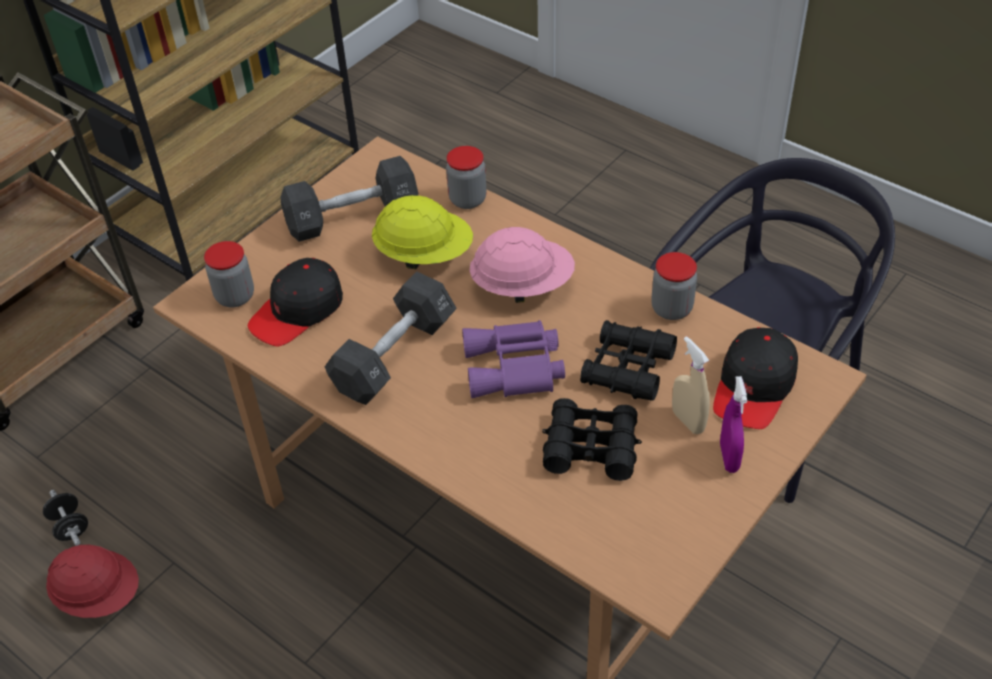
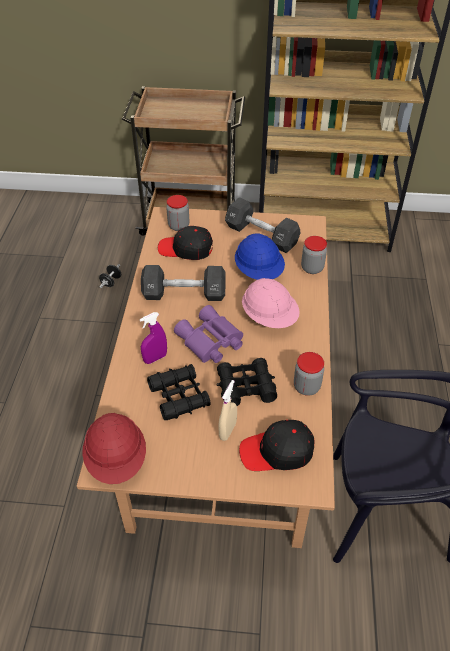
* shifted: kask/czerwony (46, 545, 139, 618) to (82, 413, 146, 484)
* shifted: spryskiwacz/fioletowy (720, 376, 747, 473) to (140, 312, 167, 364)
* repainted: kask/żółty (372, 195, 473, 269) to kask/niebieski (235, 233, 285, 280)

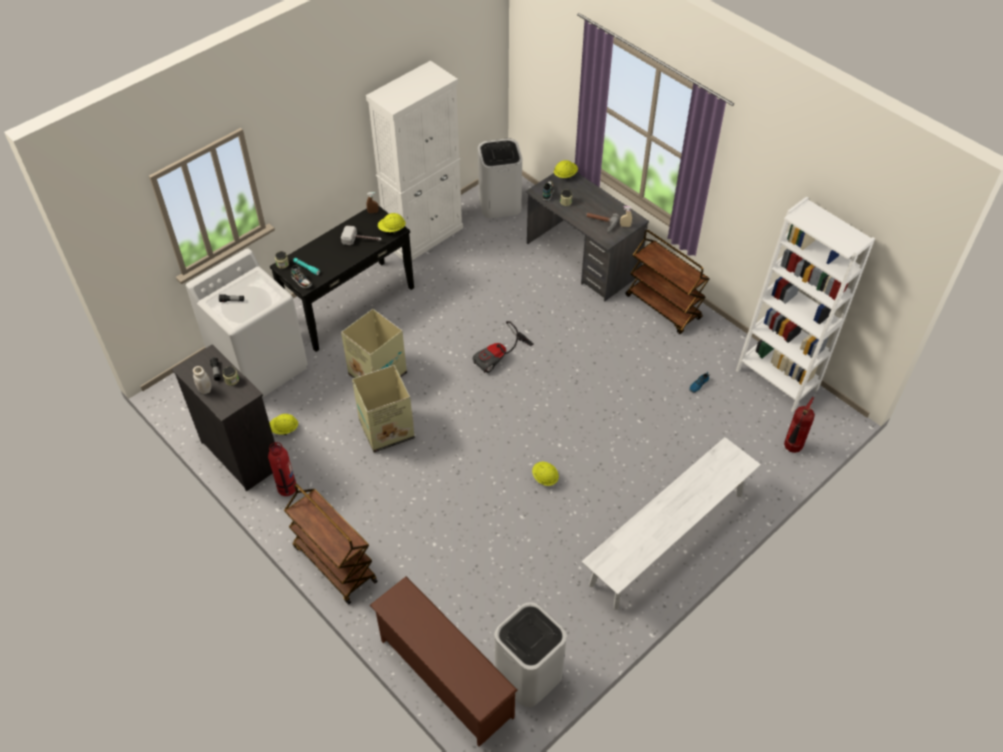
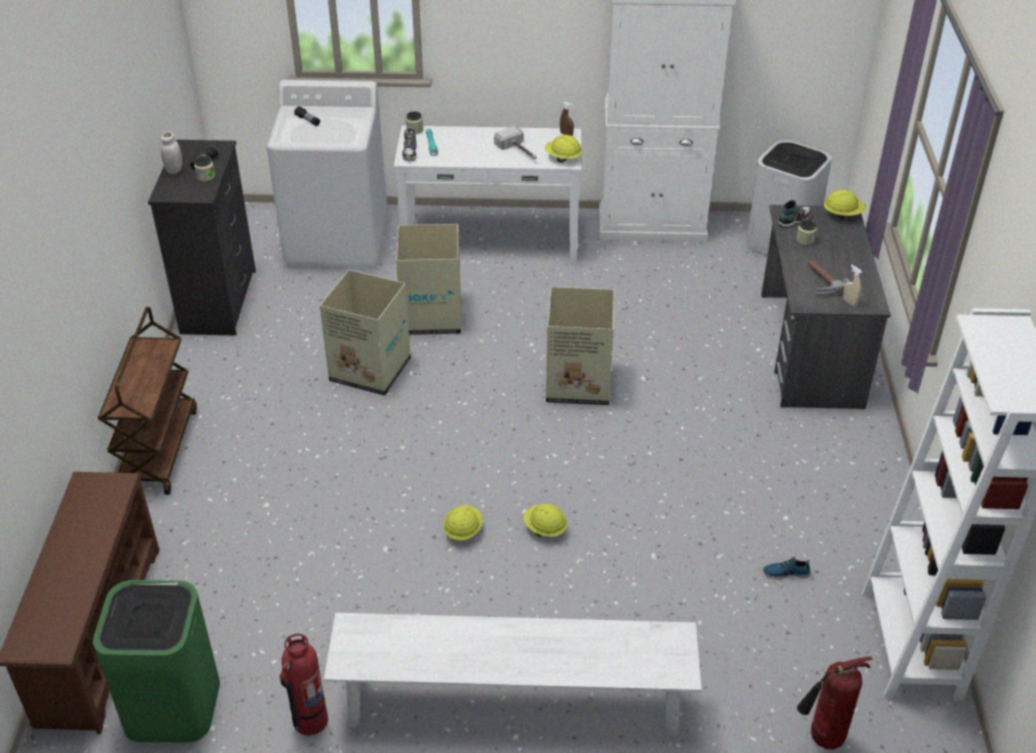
* gone: wózek/brązowy (626, 230, 709, 334)
* shifted: gaśnica (268, 442, 296, 496) to (280, 634, 328, 735)
* shifted: kask/żółty (270, 414, 298, 435) to (523, 504, 567, 537)
* swapped: odkurzacz (472, 321, 534, 373) to karton (546, 287, 615, 405)
* repainted: stolik konsolowy/czarny (270, 205, 414, 352) to stolik konsolowy/biały (394, 126, 581, 265)
* repainted: kosz na śmieci/biały (495, 602, 567, 707) to kosz na śmieci/zielony (93, 580, 220, 743)

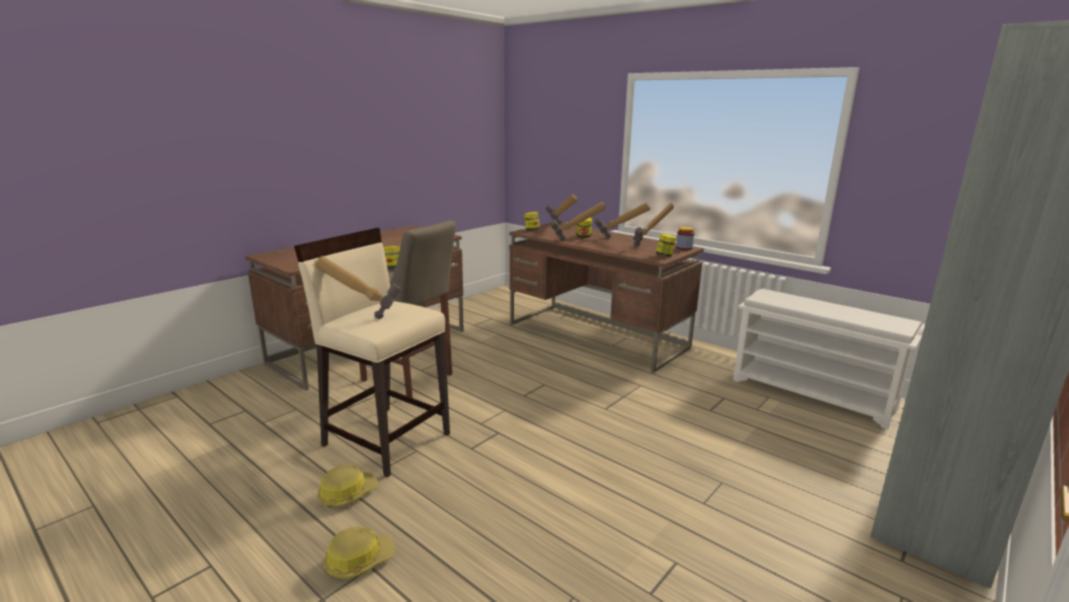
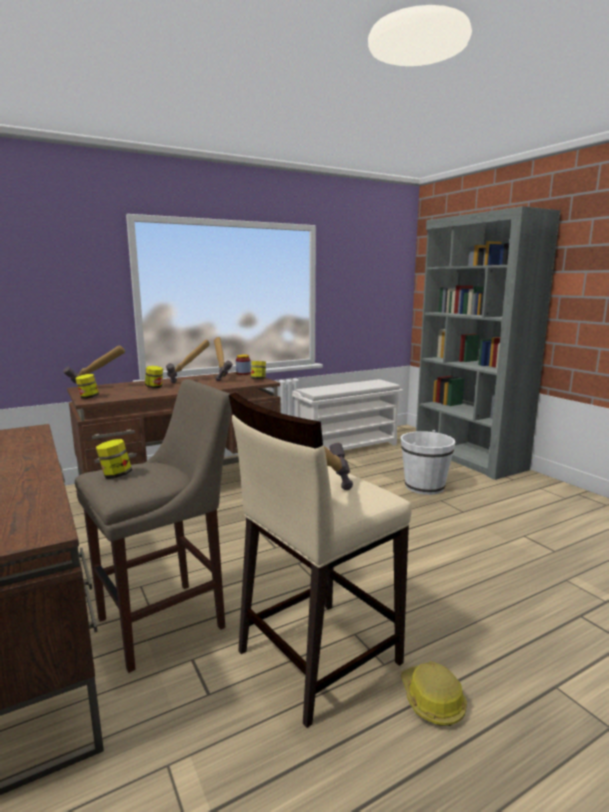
* gone: kask (324, 527, 395, 579)
* gone: młotek (550, 202, 606, 240)
* new: wiadro/biały (401, 430, 455, 495)

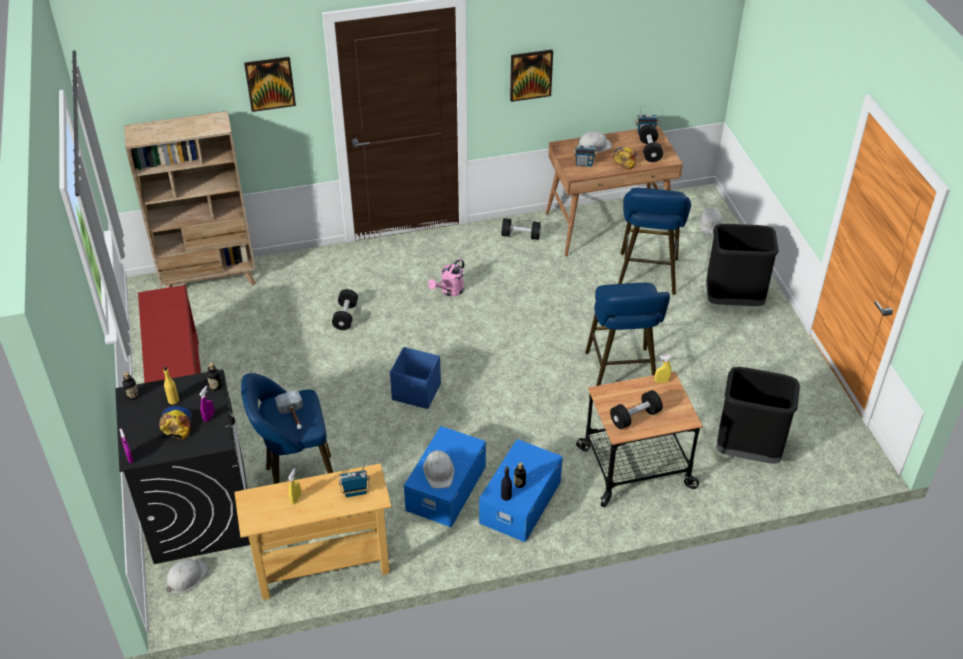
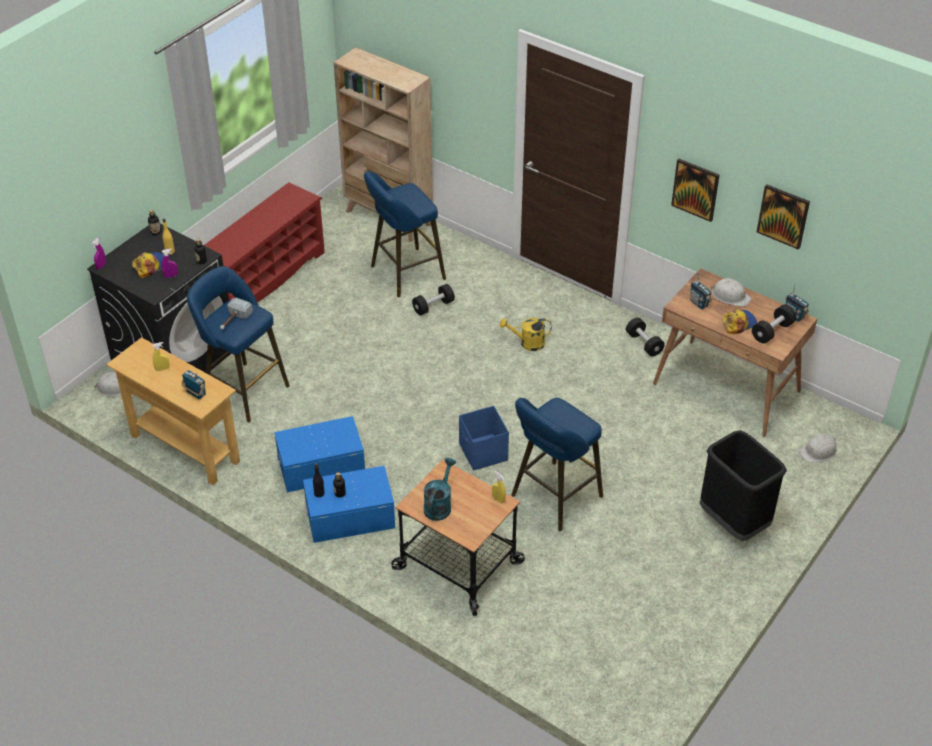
* gone: kask/biały (423, 450, 454, 489)
* gone: kosz na śmieci/czarny (716, 367, 800, 464)
* shifted: obraz (244, 57, 296, 112) to (757, 184, 810, 250)
* shifted: pojemnik do przechowywania/niebieski (390, 347, 441, 409) to (459, 406, 509, 470)
* shifted: stołek/niebieski (618, 188, 691, 295) to (364, 171, 446, 298)
* swapped: hantel/czarny (610, 390, 663, 429) to konewka/turkusowy (424, 458, 456, 521)
* repainted: konewka/różowy (428, 259, 465, 297) to konewka/żółty (500, 318, 552, 351)

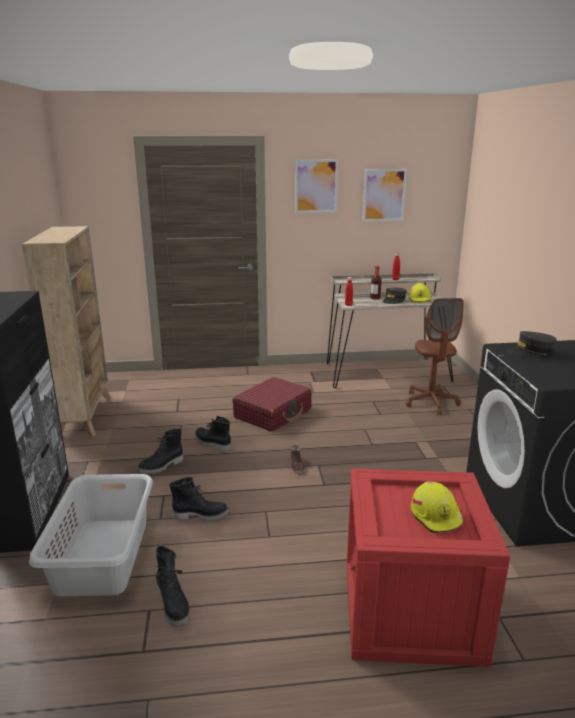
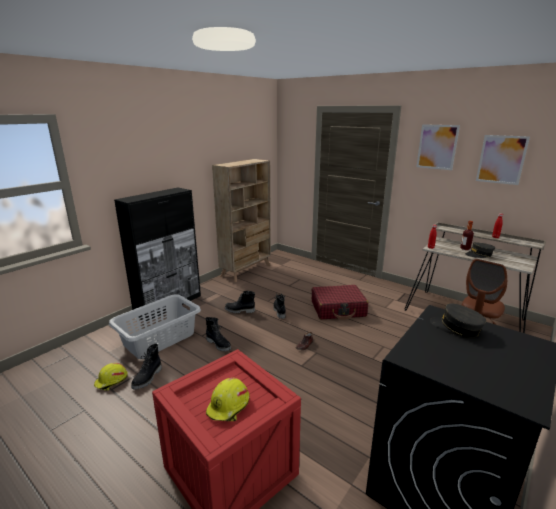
* shifted: kask/żółty (409, 283, 432, 303) to (94, 363, 128, 391)

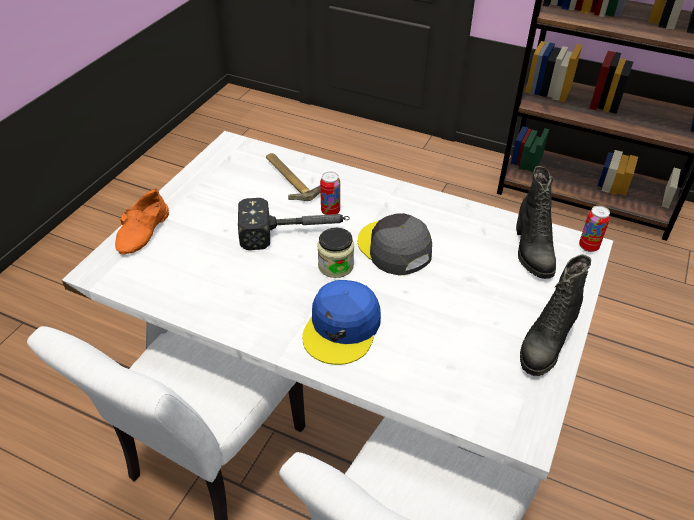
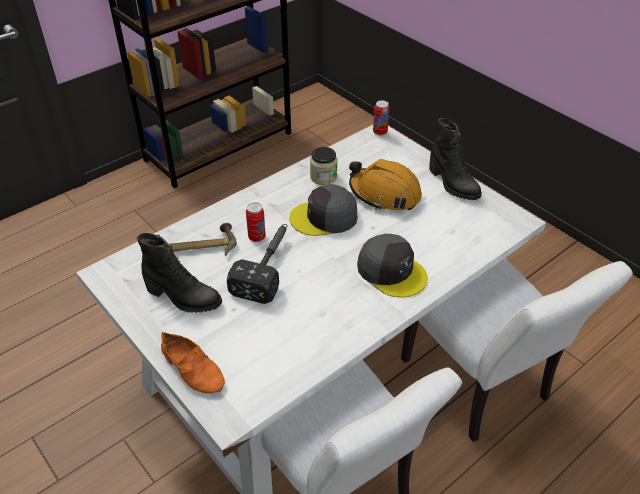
* new: kask/pomarańczowy (349, 159, 422, 210)
* shifted: słoik (317, 228, 354, 278) to (310, 147, 337, 185)
* shifted: but z cholewką/czarny (516, 166, 556, 279) to (137, 233, 222, 313)
* repainted: czapka z daszkiem/niebieski (302, 280, 381, 365) to czapka z daszkiem/szary (357, 234, 428, 298)

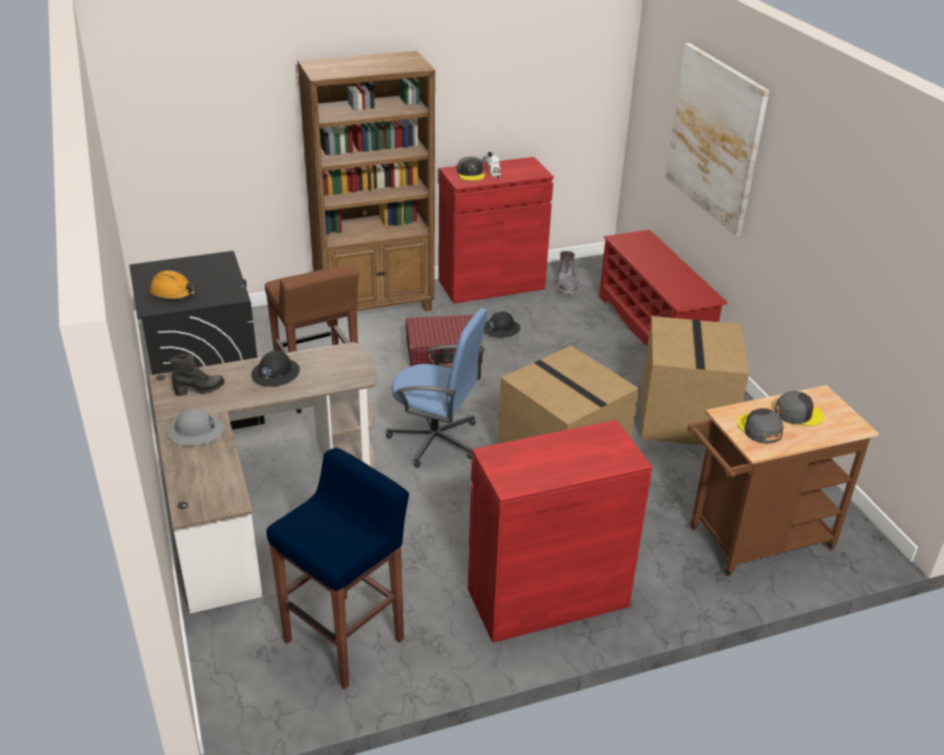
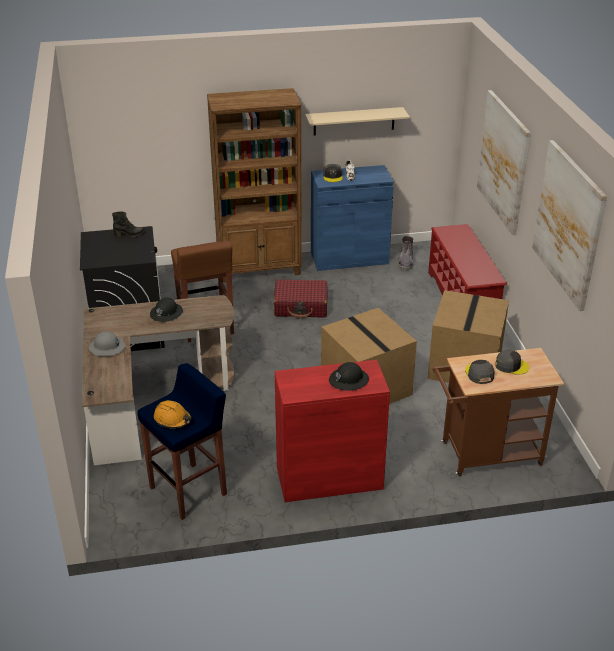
* gone: krzesło biurowe/niebieski (386, 308, 487, 468)
* new: półka/beżowy (305, 107, 410, 136)
* new: obraz (532, 140, 607, 311)
* shifted: kask/pomarańczowy (150, 270, 197, 300) to (154, 400, 192, 429)
* shifted: but z cholewką/czarny (170, 354, 225, 396) to (112, 211, 145, 237)
* shifted: kask/czarny (483, 311, 520, 338) to (329, 362, 369, 391)
* repainted: szafka/czerwony (438, 157, 554, 304) to szafka/niebieski (311, 165, 394, 271)

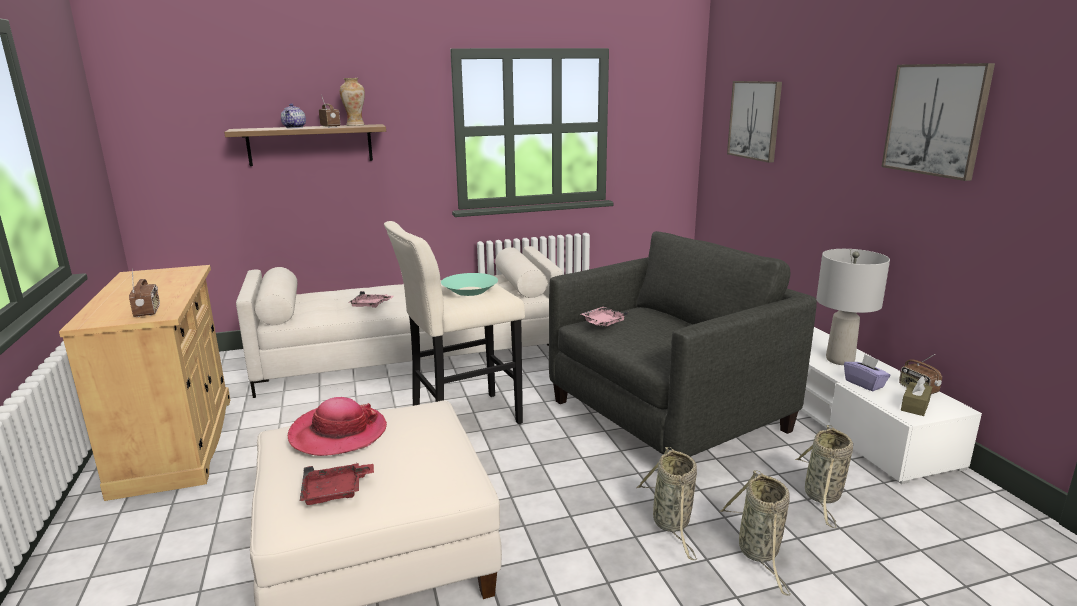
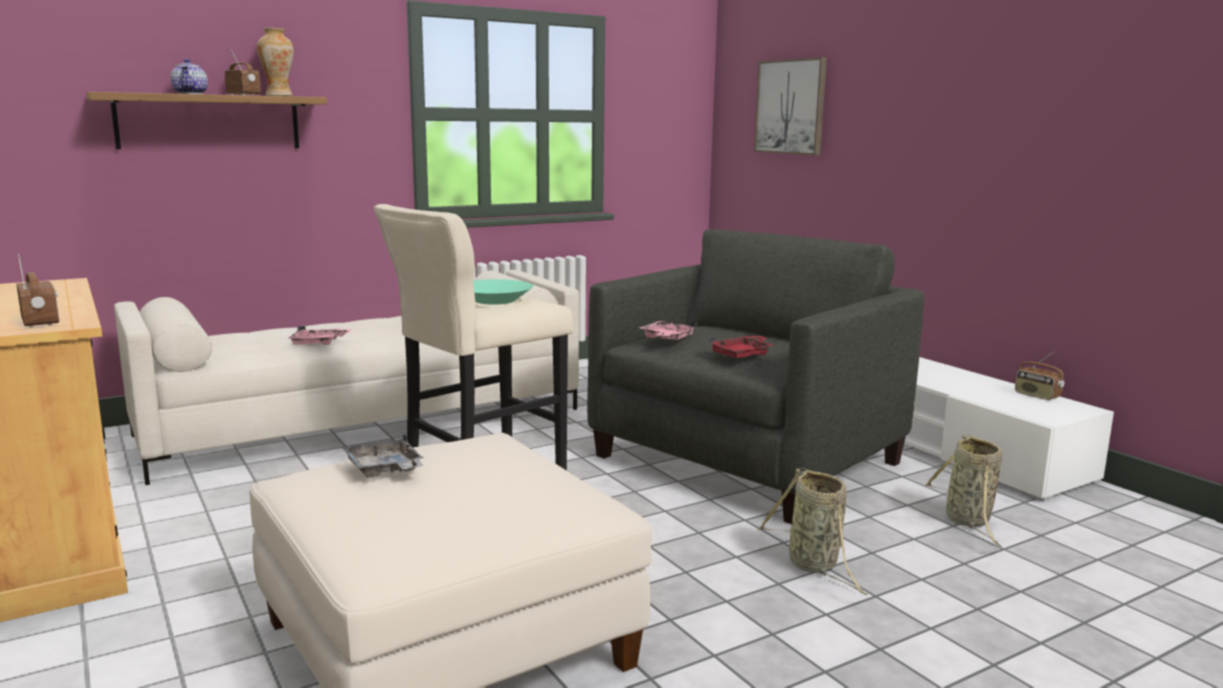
* gone: koszyk (719, 470, 790, 596)
* gone: lampa stołowa/szary (816, 249, 890, 365)
* gone: pudełko chusteczek/fioletowy (844, 354, 890, 391)
* gone: obraz (881, 63, 995, 181)
* gone: pudełko chusteczek/brązowy (901, 376, 932, 416)
* shifted: taca/czerwony (300, 463, 374, 505) to (708, 336, 774, 358)
* swapped: kapelusz (288, 397, 387, 456) to taca/szary (342, 433, 423, 478)

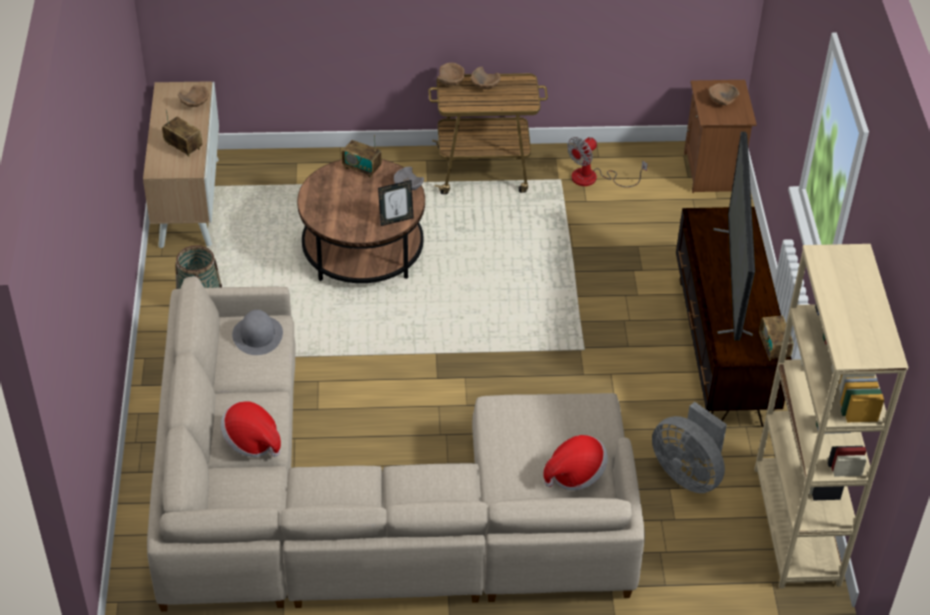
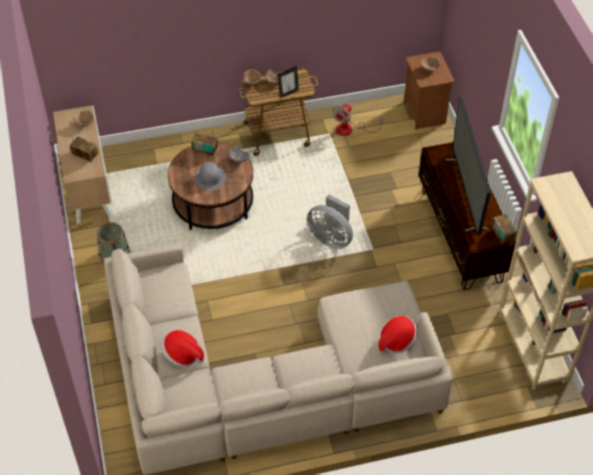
* shifted: kapelusz/szary (232, 310, 283, 355) to (194, 162, 226, 191)
* shifted: ramka na zdjęcie (378, 180, 414, 226) to (278, 66, 299, 98)
* shifted: wentylator/szary (652, 402, 727, 493) to (307, 195, 353, 249)

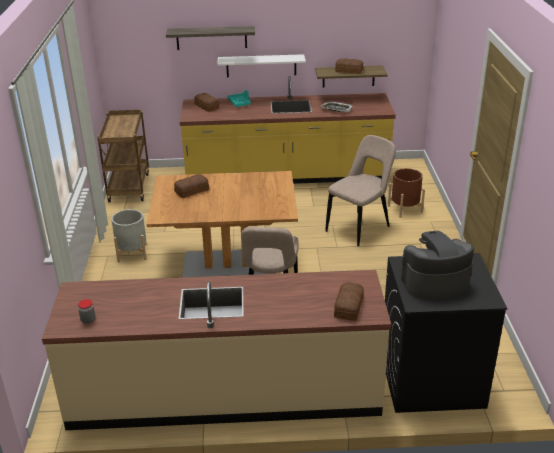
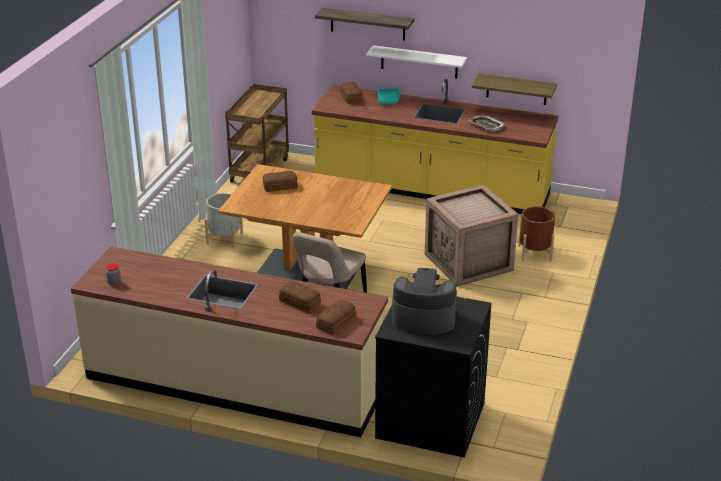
* shifted: chleb (335, 58, 363, 74) to (279, 281, 321, 313)
* swapped: krzesło/beżowy (325, 135, 396, 246) to skrzynka (425, 185, 518, 287)

